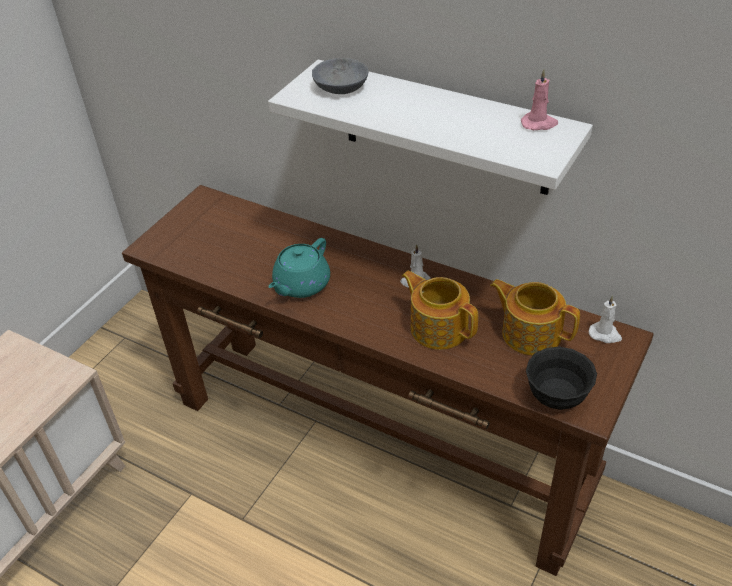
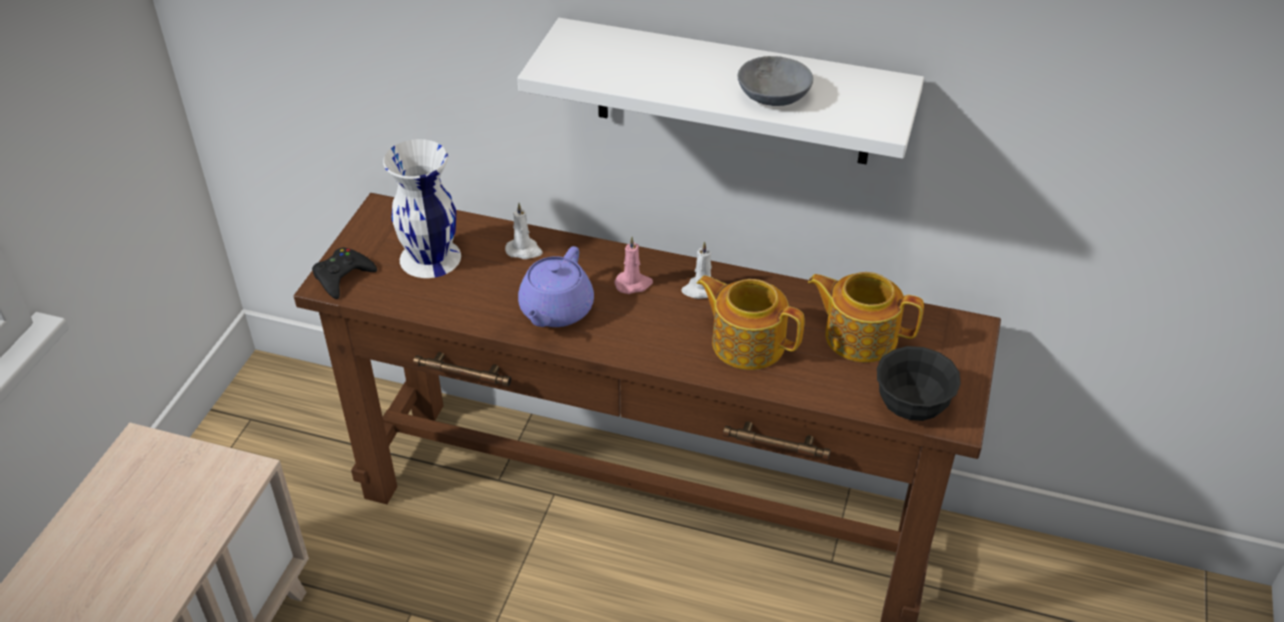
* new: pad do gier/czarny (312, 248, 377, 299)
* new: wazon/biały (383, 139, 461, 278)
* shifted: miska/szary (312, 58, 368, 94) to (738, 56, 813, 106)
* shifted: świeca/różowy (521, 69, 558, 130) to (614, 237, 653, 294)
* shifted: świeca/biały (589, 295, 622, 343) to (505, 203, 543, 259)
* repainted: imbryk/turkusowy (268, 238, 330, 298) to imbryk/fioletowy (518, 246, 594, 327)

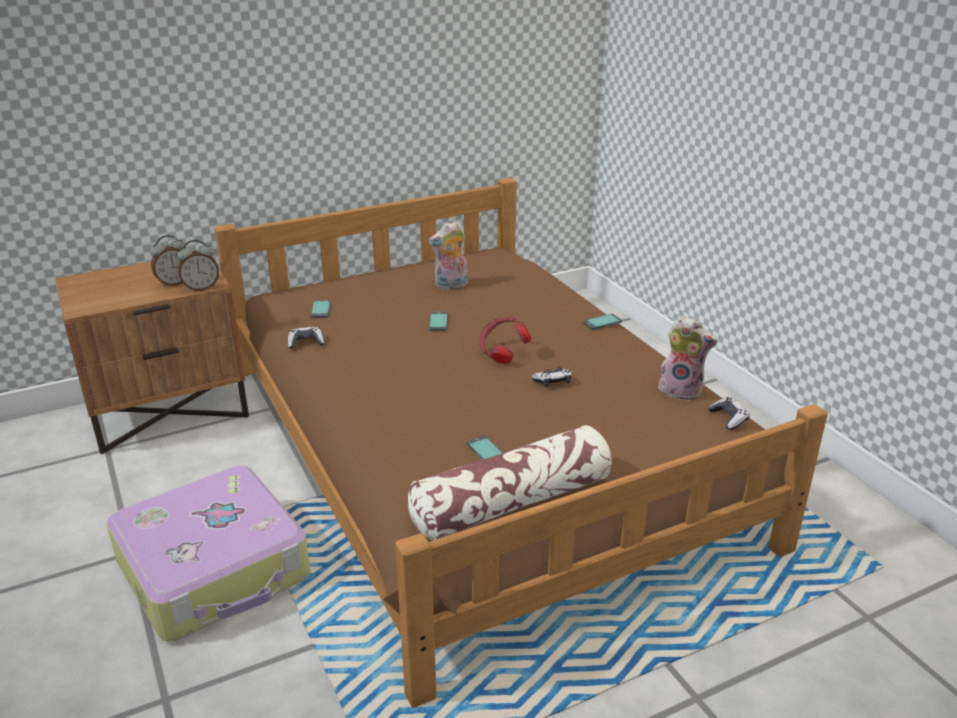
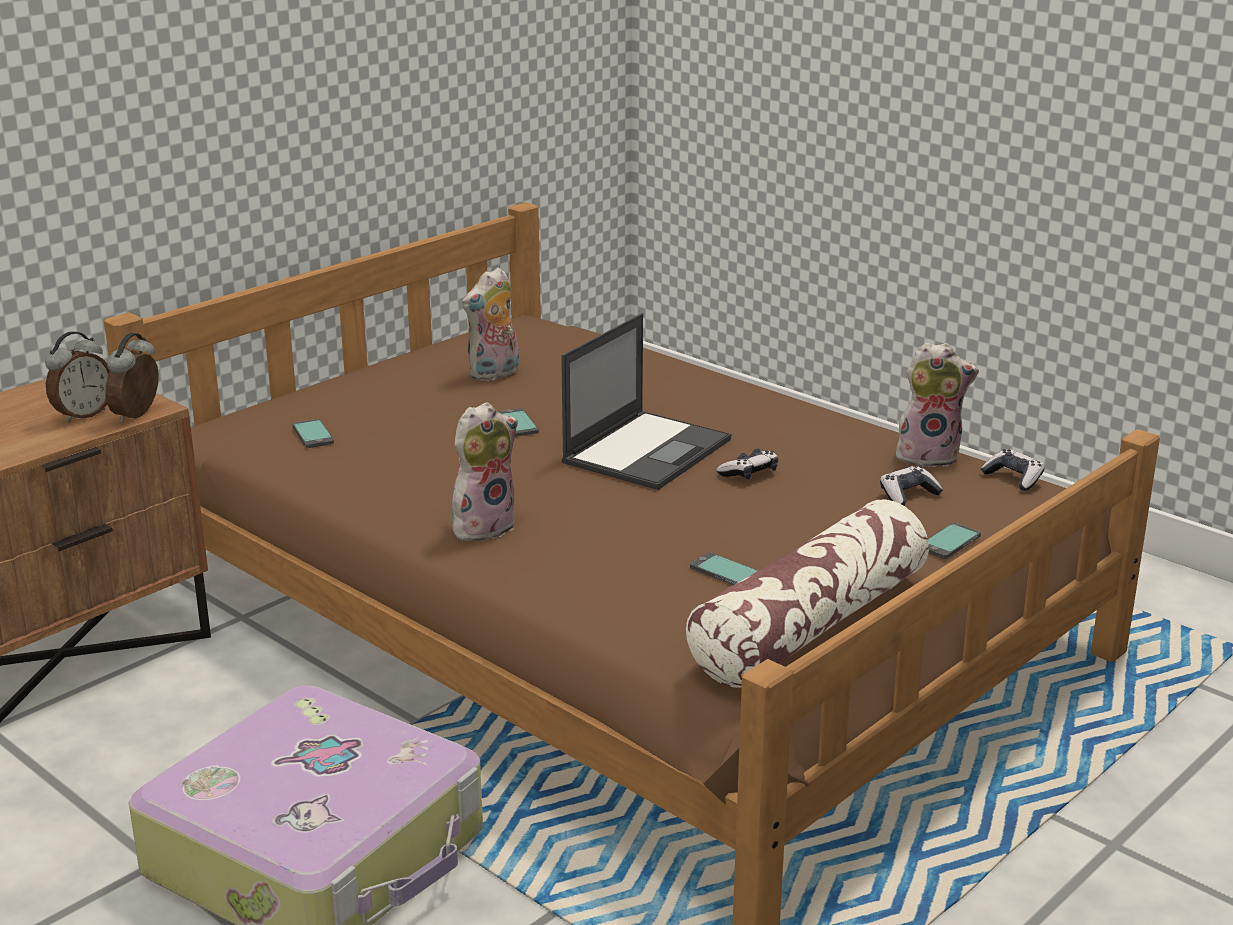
* new: pluszak (452, 402, 518, 543)
* shifted: pad do gier (288, 326, 324, 349) to (880, 466, 943, 506)
* shifted: telefon (583, 314, 622, 330) to (928, 523, 981, 559)
* swapped: słuchawki/czerwony (479, 317, 532, 364) to laptop (561, 313, 731, 490)
* rotated: budzik (177, 240, 219, 292) = (105, 332, 159, 423) 150 degrees clockwise

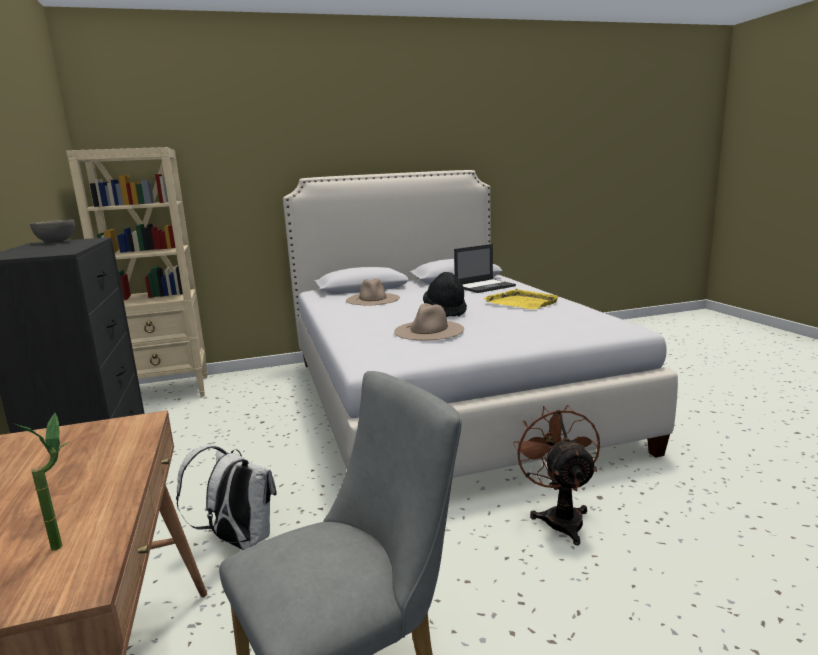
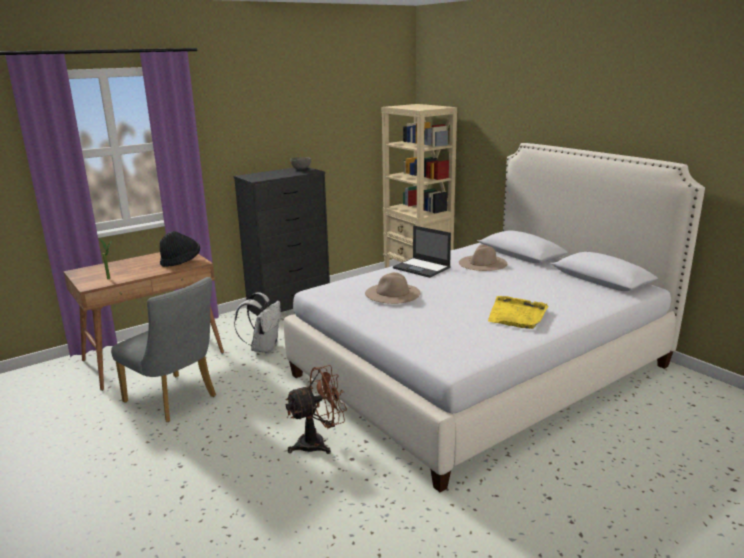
* shifted: kapelusz/czarny (423, 272, 467, 317) to (160, 231, 200, 267)
* shifted: laptop (454, 244, 516, 293) to (393, 225, 451, 278)

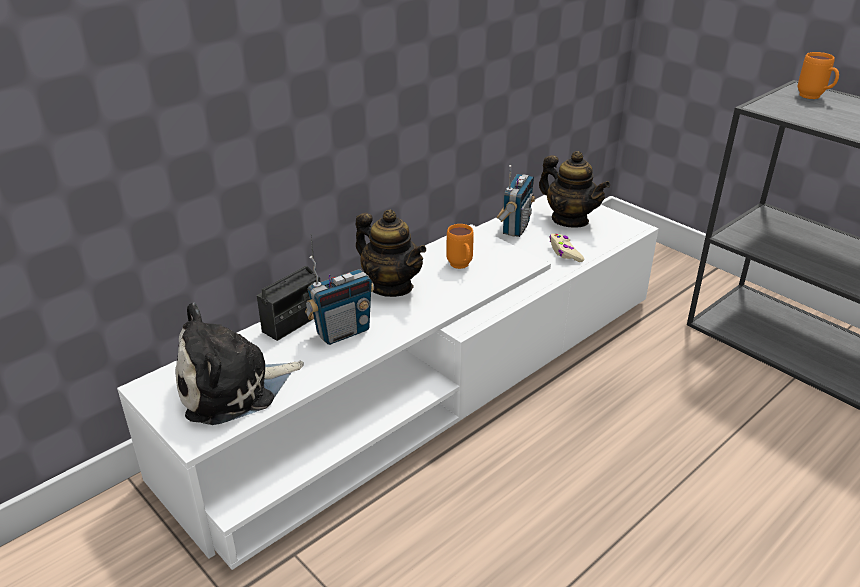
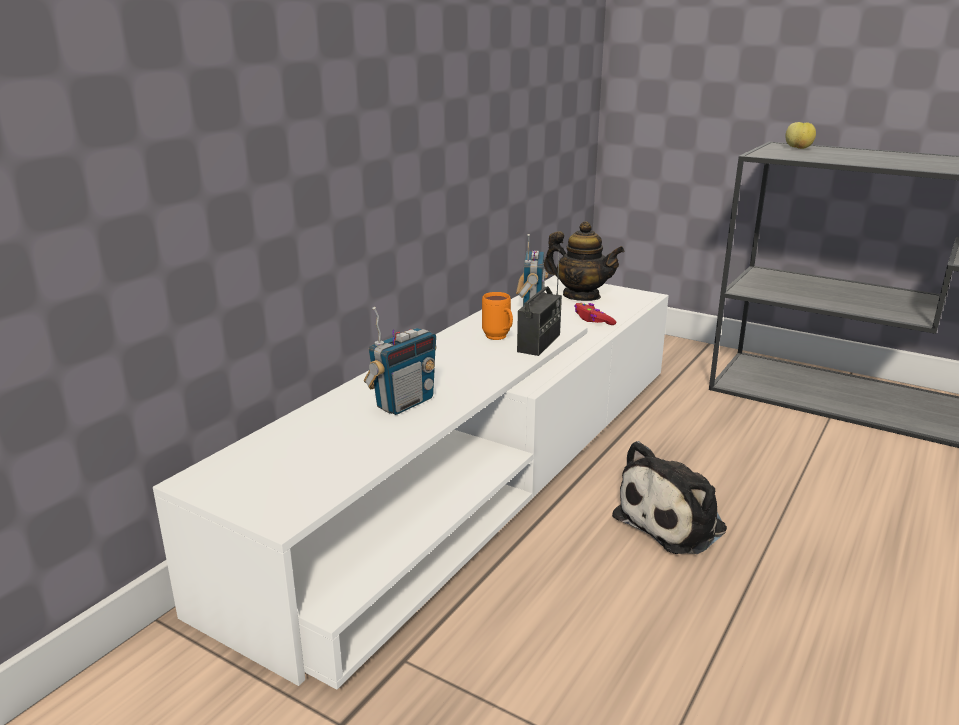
* gone: imbryk (355, 209, 426, 297)
* shifted: pluszak (175, 303, 304, 425) to (612, 441, 727, 554)
* shifted: radio (257, 234, 320, 341) to (517, 249, 562, 356)
* swapped: kubek/pomarańczowy (798, 52, 839, 99) to jabłko (785, 122, 816, 149)
* repainted: pad do gier/beżowy (549, 234, 584, 262) to pad do gier/czerwony (574, 303, 617, 325)

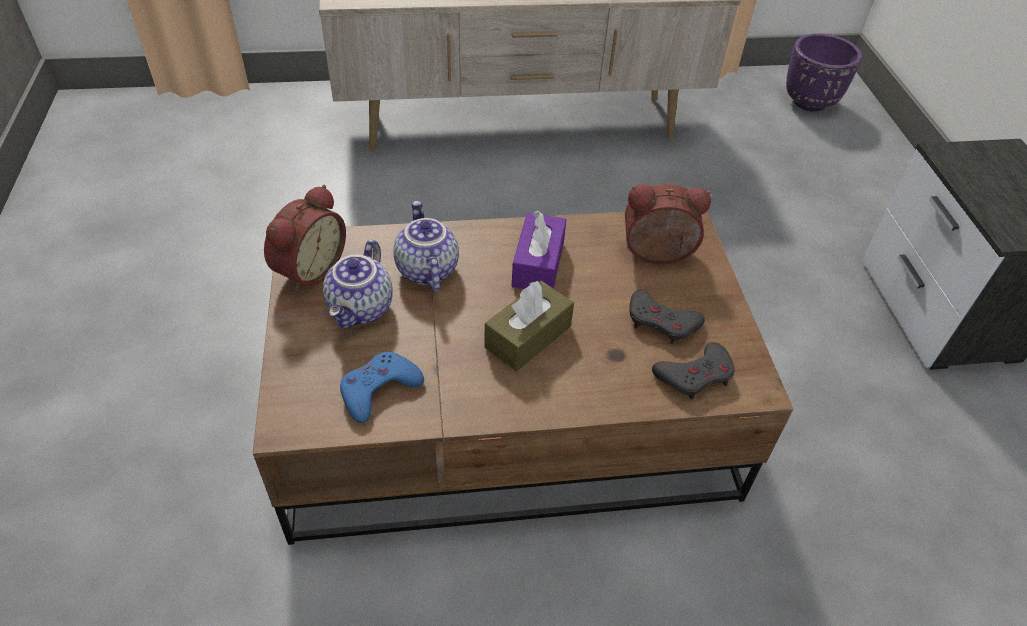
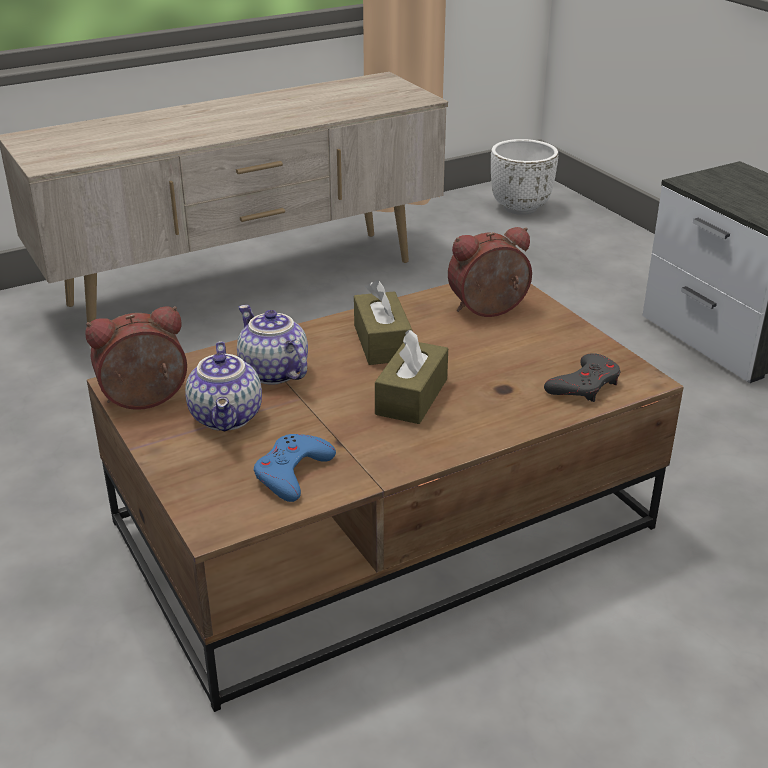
* gone: pad do gier/szary (629, 289, 705, 344)
* repainted: pudełko chusteczek/fioletowy (512, 210, 566, 289) to pudełko chusteczek/brązowy (354, 280, 412, 365)
* repainted: donica/fioletowy (786, 33, 862, 112) to donica/biały (491, 139, 558, 215)
* rotated: budzik (264, 185, 346, 292) = (85, 306, 187, 410) 120 degrees counterclockwise

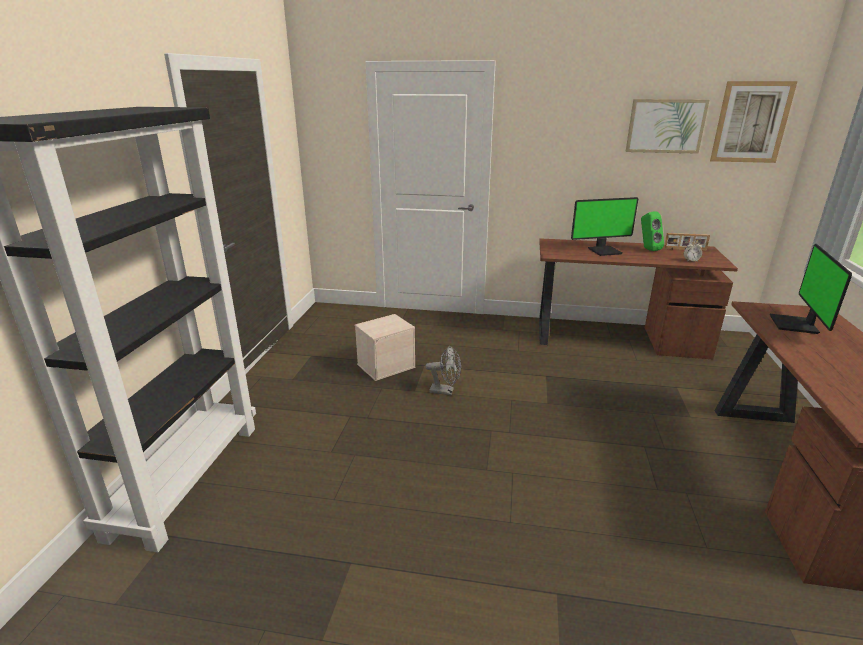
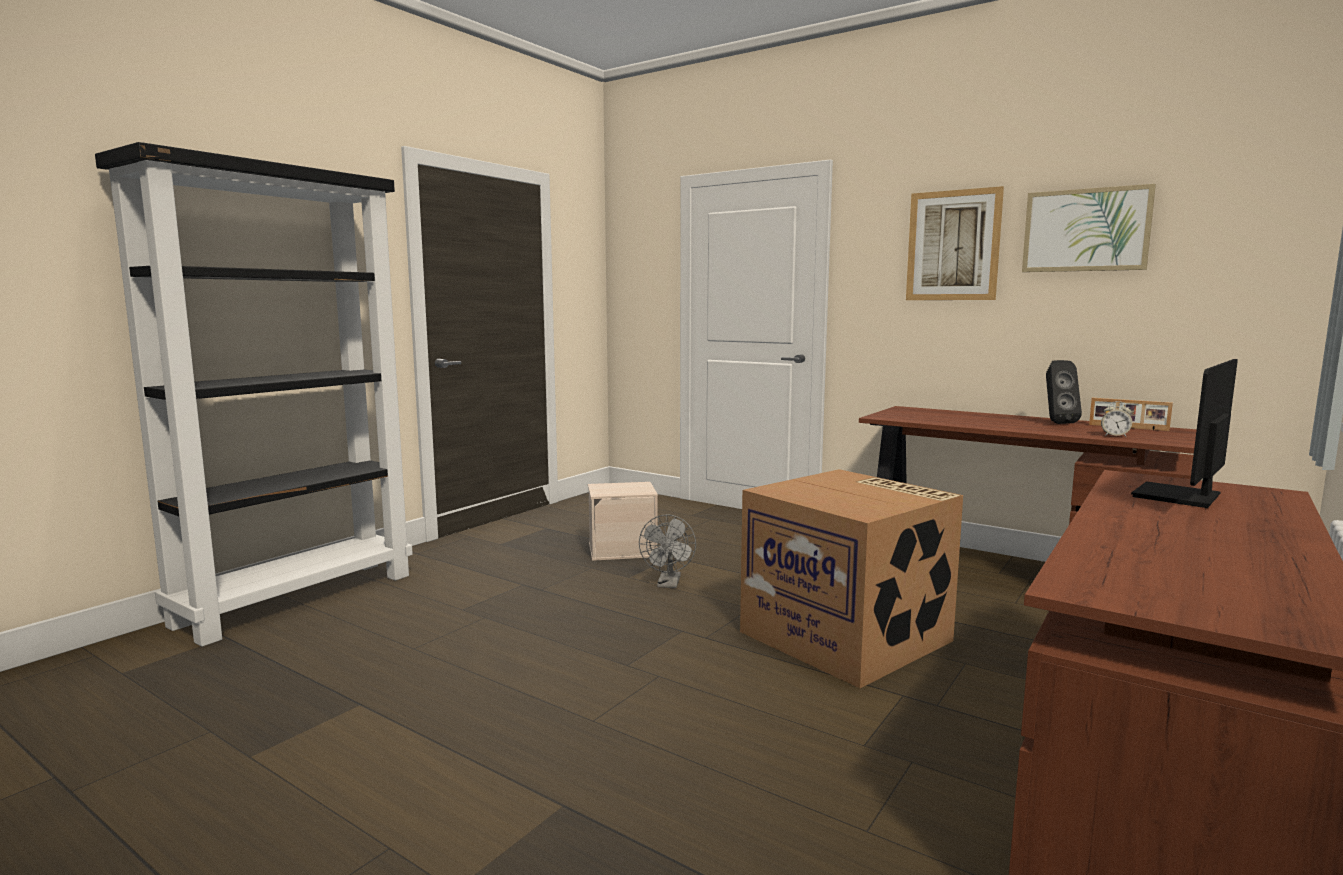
* gone: monitor (571, 197, 638, 256)
* new: karton (740, 469, 963, 688)
* shifted: obraz (710, 81, 798, 163) to (906, 186, 1004, 300)
* repainted: głośnik/zielony (641, 212, 664, 251) to głośnik/czarny (1046, 360, 1082, 424)
* rotated: wentylator/szary (425, 346, 461, 395) = (639, 514, 696, 588) 60 degrees clockwise

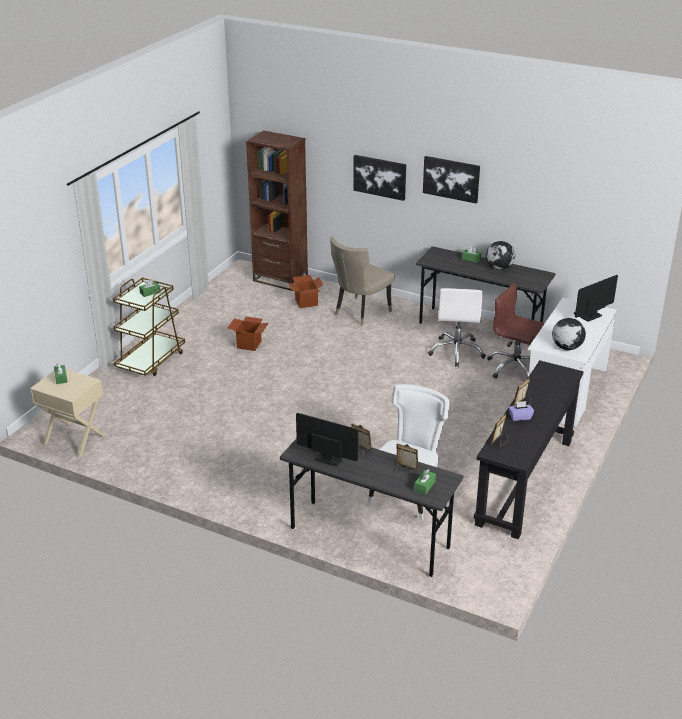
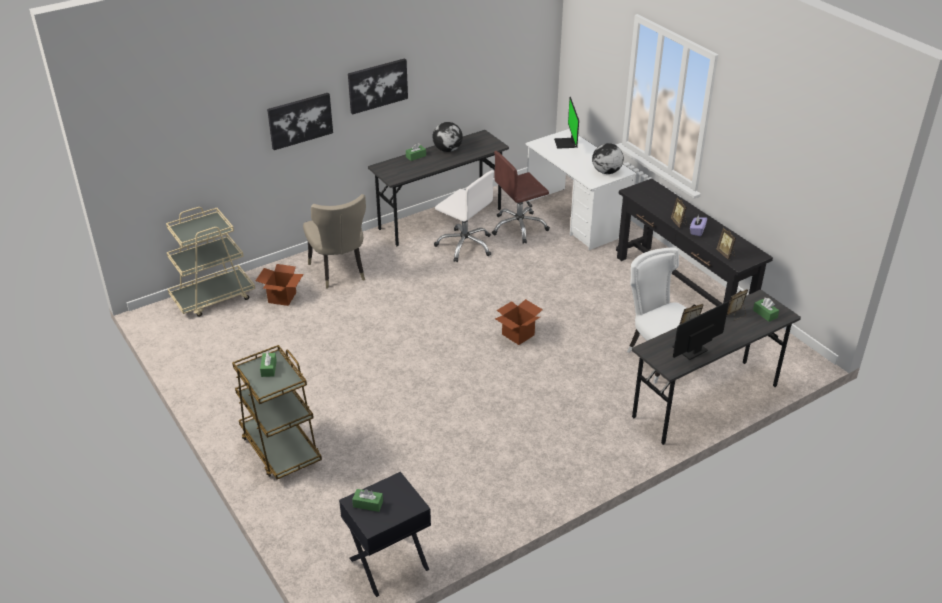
* shifted: karton (227, 316, 269, 351) to (495, 299, 543, 345)
* swapped: regał/brązowy (246, 130, 308, 291) to wózek/beżowy (166, 207, 255, 317)
* repainted: szafka nocna/beżowy (30, 369, 106, 457) to szafka nocna/czarny (339, 472, 431, 597)

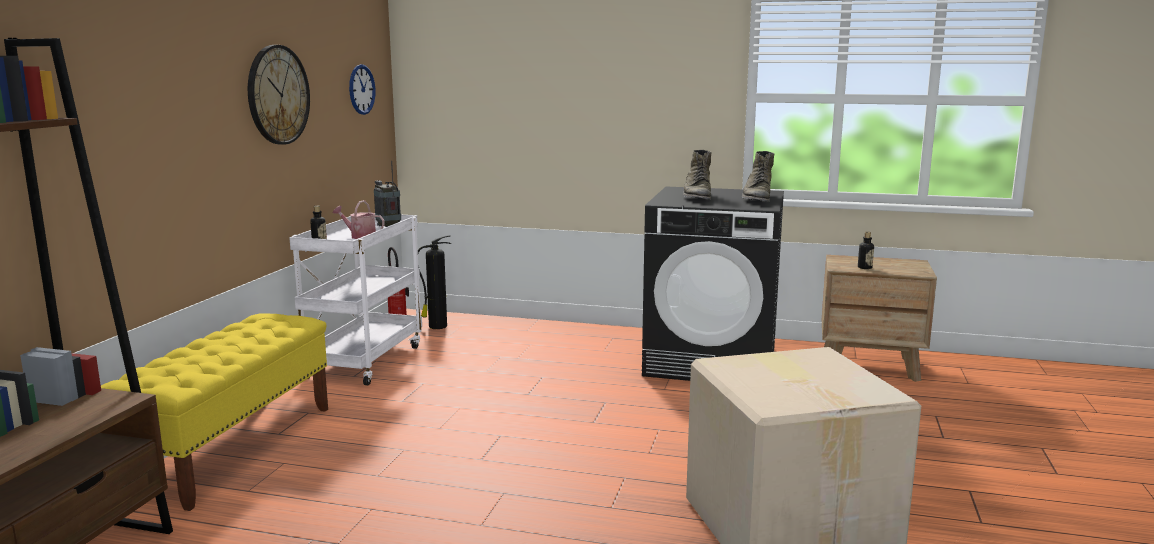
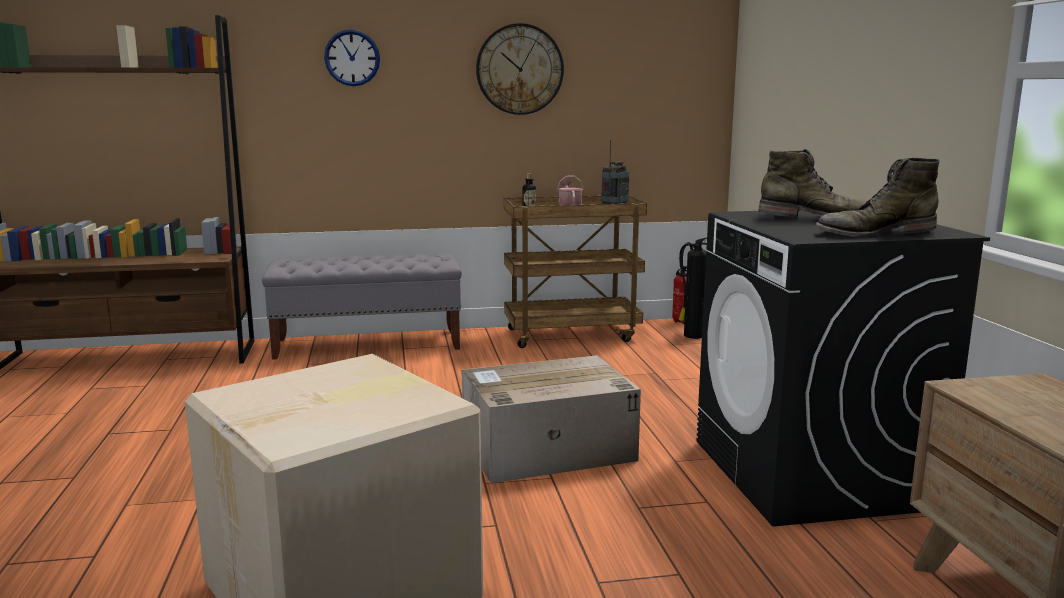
* gone: butelka (858, 232, 874, 269)
* new: karton (462, 355, 641, 483)
* shifted: zegar ścienny (349, 64, 375, 115) to (324, 29, 380, 86)
* repainted: ławka/żółty (101, 313, 328, 511) to ławka/szary (262, 254, 462, 360)
* repainted: wózek/biały (289, 215, 422, 385) to wózek/brązowy (503, 196, 647, 348)
* rotated: but z cholewką/zielony (683, 150, 712, 200) = (758, 149, 868, 218) 150 degrees counterclockwise

